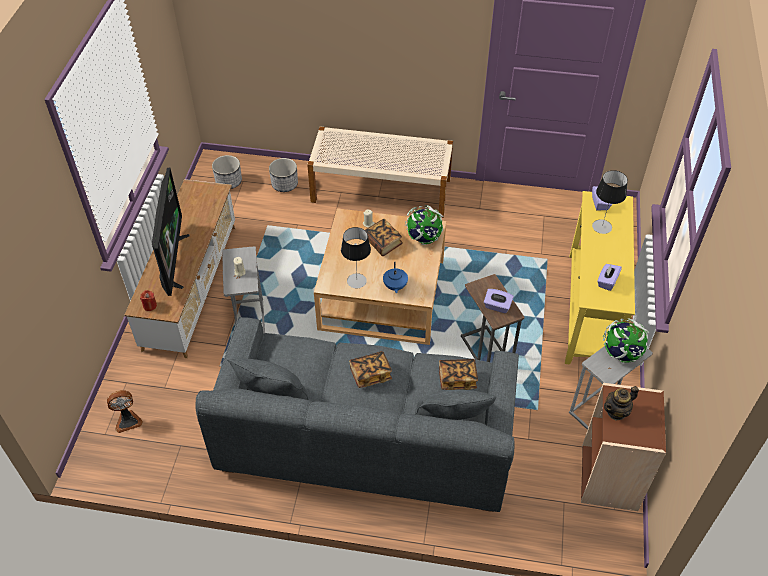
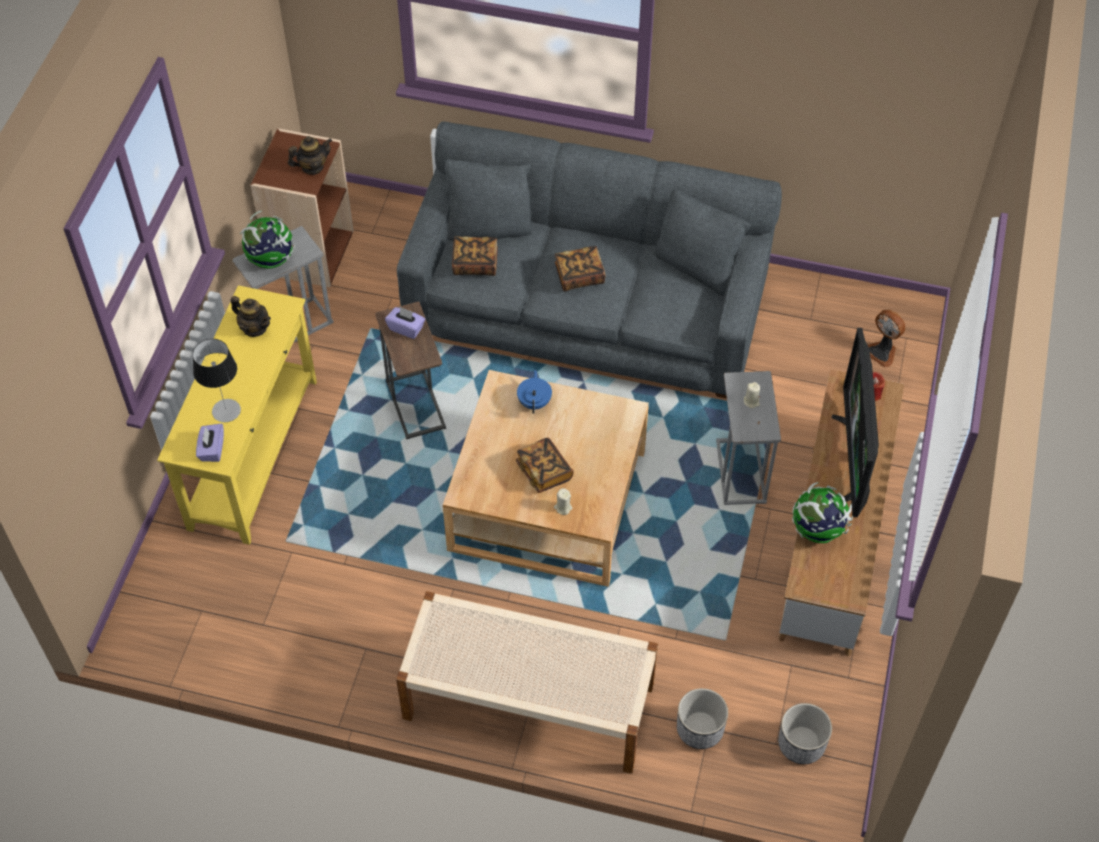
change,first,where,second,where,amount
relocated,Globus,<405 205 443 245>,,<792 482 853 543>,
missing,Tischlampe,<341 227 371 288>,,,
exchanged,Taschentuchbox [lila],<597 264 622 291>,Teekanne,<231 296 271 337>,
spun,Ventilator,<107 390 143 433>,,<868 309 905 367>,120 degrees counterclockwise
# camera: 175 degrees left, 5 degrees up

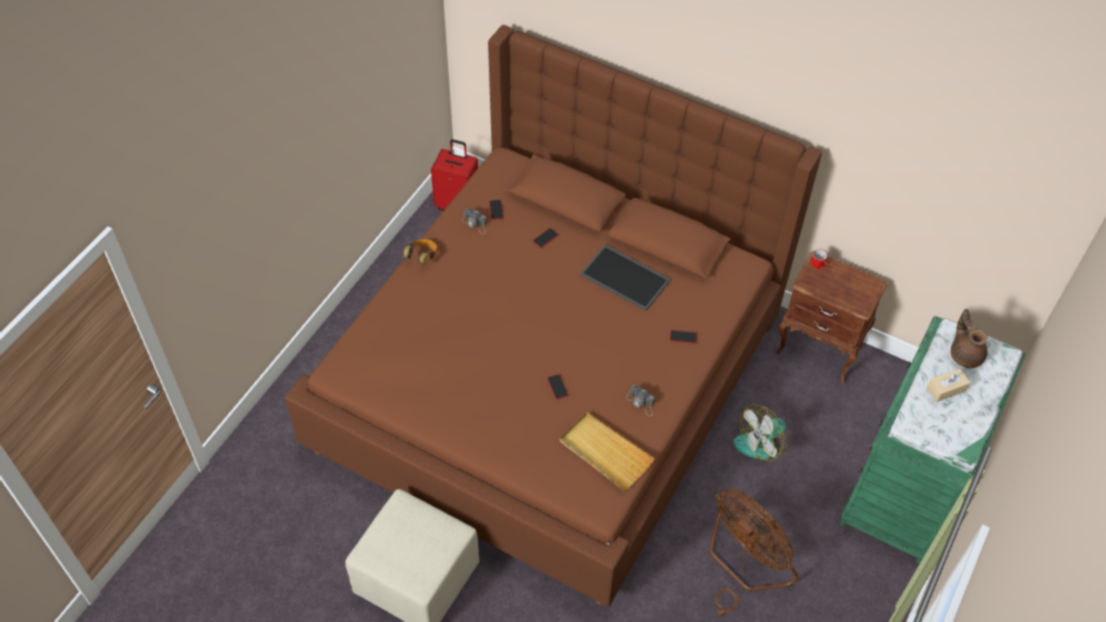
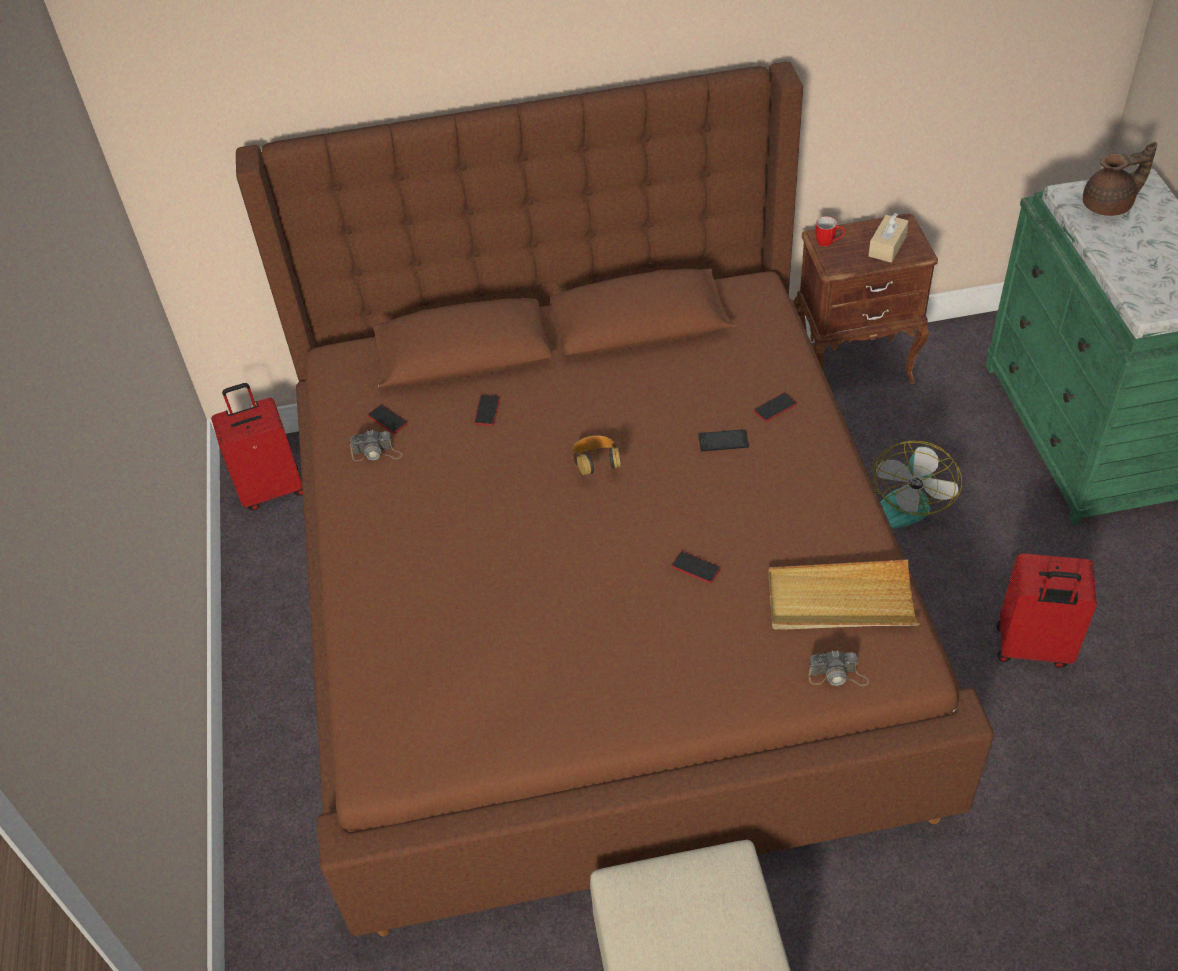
change,first,where,second,where,amount
relocated,Kopfhörer,<403 239 437 265>,,<572 436 621 475>,
missing,Tablett,<580 244 670 311>,,,
spun,Teekanne [braun],<951 309 988 368>,,<1083 142 1157 216>,135 degrees clockwise
relocated,Taschentuchbox [beige],<927 369 970 402>,,<868 213 909 263>,
relocated,Kamera,<626 385 655 416>,,<809 650 869 686>,
exchanged,Ventilator [braun],<710 489 799 617>,Koffer [rot],<997 554 1097 668>,
appeared,,,Handy,<698 429 749 452>,
# camera: 35 degrees left, 5 degrees down

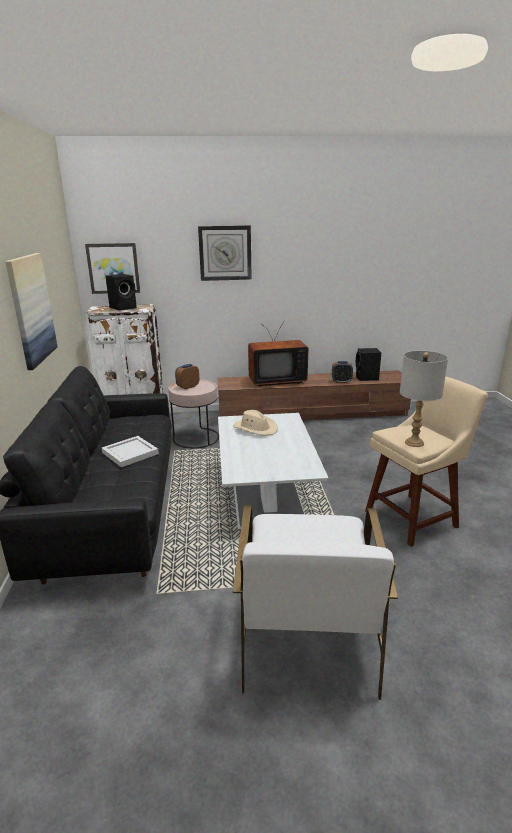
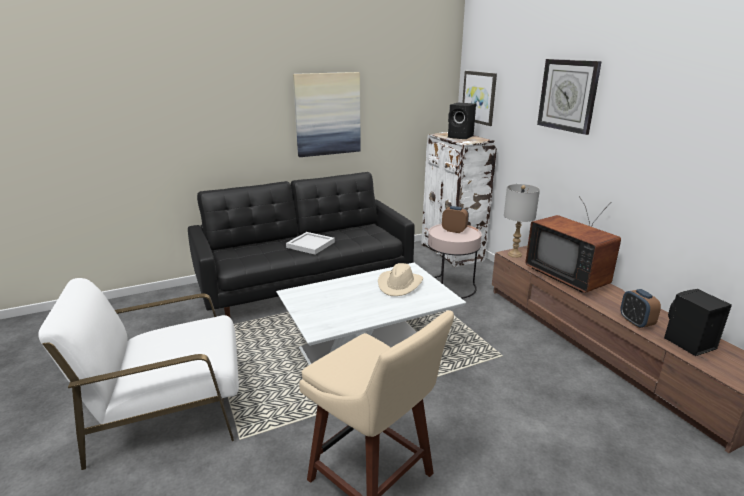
change,first,where,second,where,amount
relocated,Tischlampe [grau],<400 350 448 447>,,<504 184 540 258>,
# camera: 70 degrees right, 0 degrees up

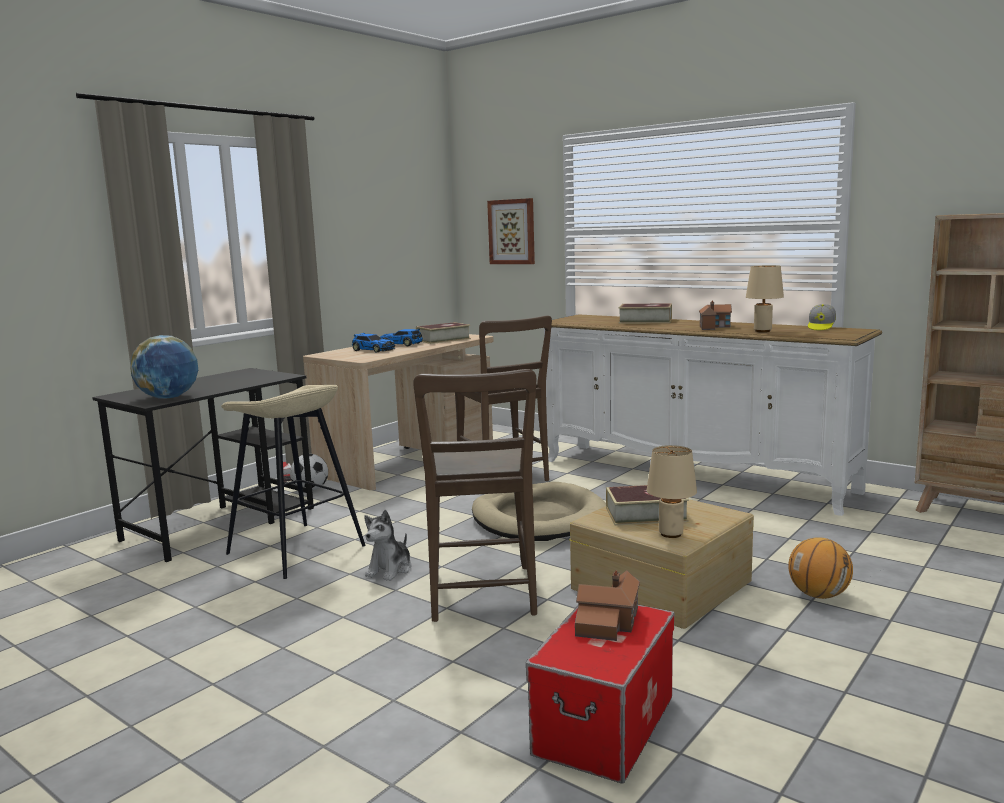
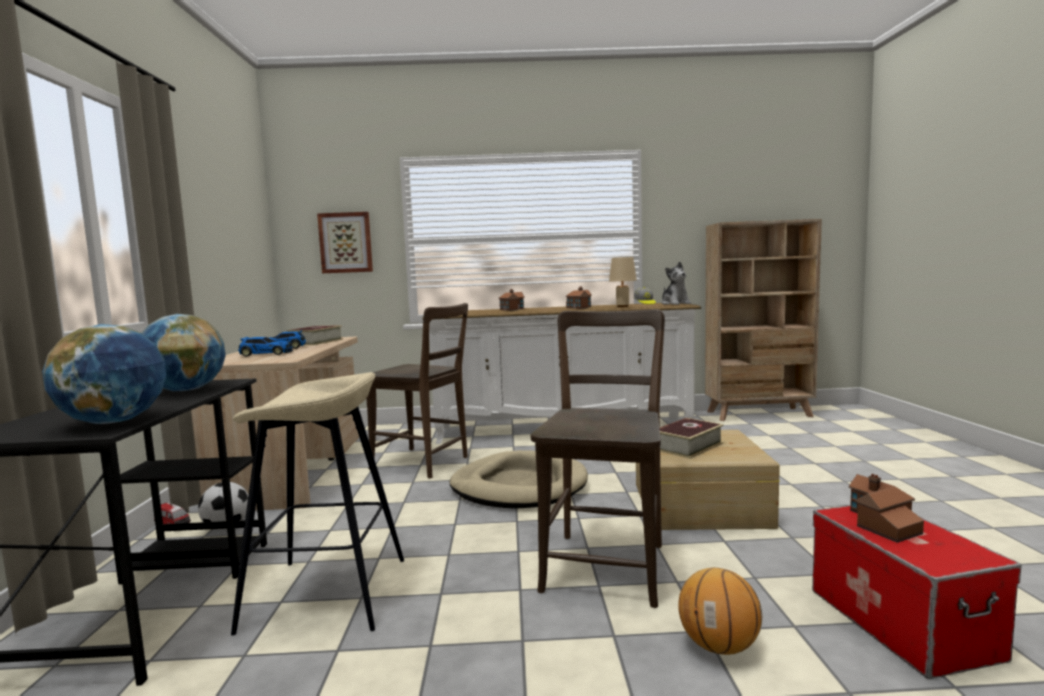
change,first,where,second,where,amount
exchanged,Buch,<619 303 672 323>,Spielzeughaus,<499 289 524 311>,
spun,Stuhl [braun],<413 369 537 622>,,<531 309 665 608>,120 degrees counterclockwise
missing,Tischlampe [beige],<647 445 697 538>,,,
relocated,Plüschtier,<364 510 412 581>,,<661 261 692 305>,
relocated,Basketball,<788 537 853 599>,,<678 568 762 655>,
appeared,,,Globus,<142 314 226 391>,
# camera: 40 degrees left, 5 degrees down

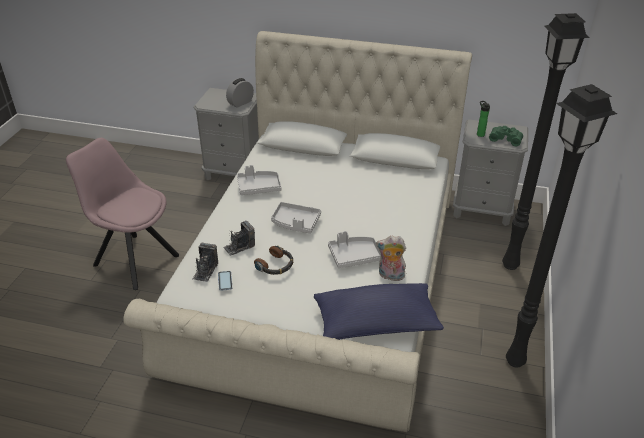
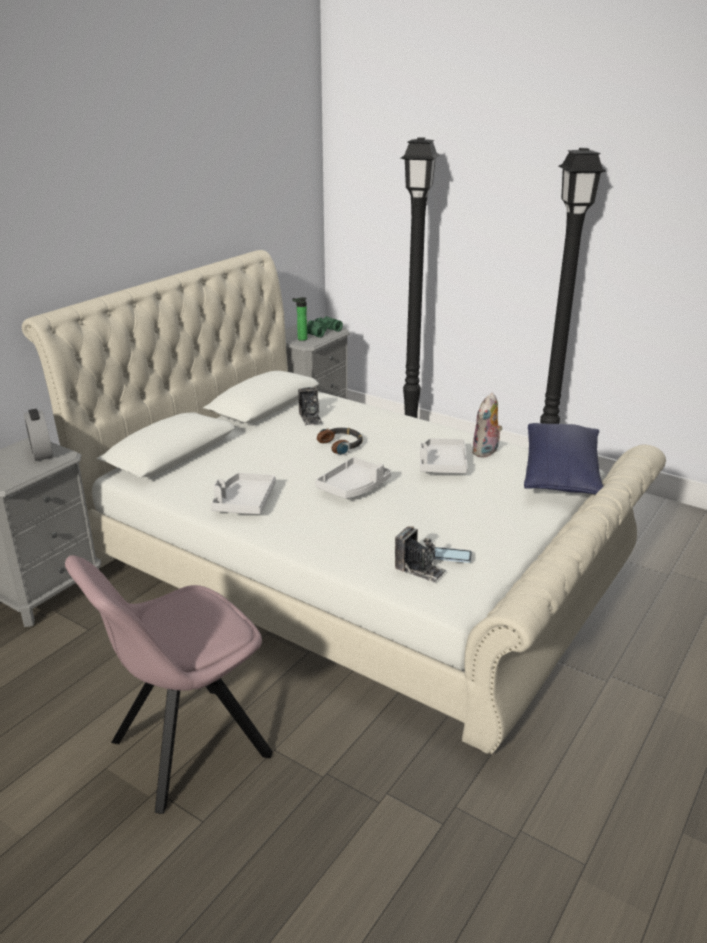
change,first,where,second,where,amount
relocated,Kamera,<223 221 255 256>,,<298 387 323 426>,
relocated,Kopfhörer,<254 245 293 275>,,<317 428 363 455>,
# camera: 70 degrees left, 10 degrees down

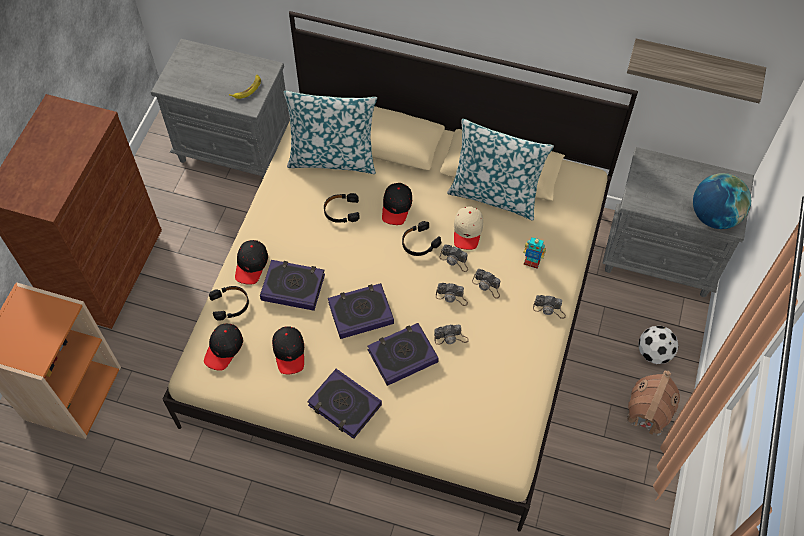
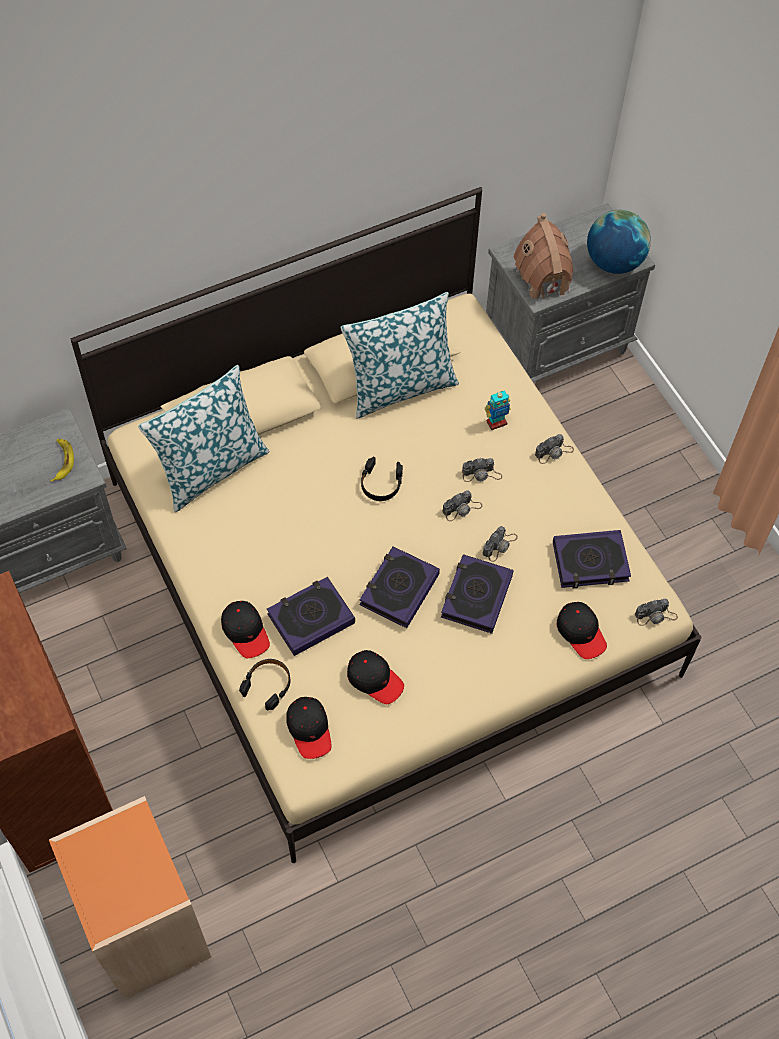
change,first,where,second,where,amount
missing,Wandregal,<627 38 766 103>,,,
relocated,Kappe [schwarz],<382 183 412 225>,,<557 602 607 659>,
missing,Kopfhörer [schwarz],<324 193 360 223>,,,
missing,Kappe [beige],<454 206 483 250>,,,
relocated,Kamera,<439 244 468 272>,,<635 599 678 626>,
missing,Fußball,<638 326 678 364>,,,
relocated,Buch,<307 369 382 439>,,<553 530 631 588>,
relocated,Spielzeughaus,<627 371 680 436>,,<513 213 573 299>,
# camera: 45 degrees left, 0 degrees up

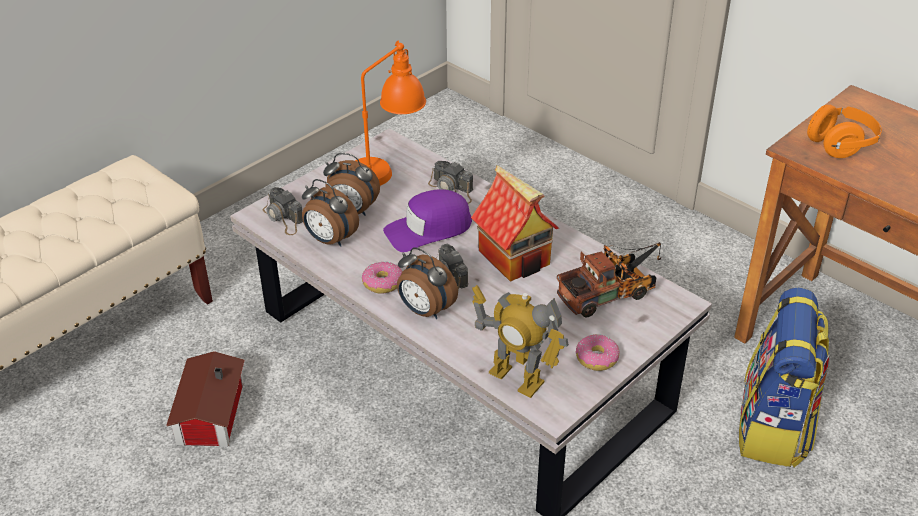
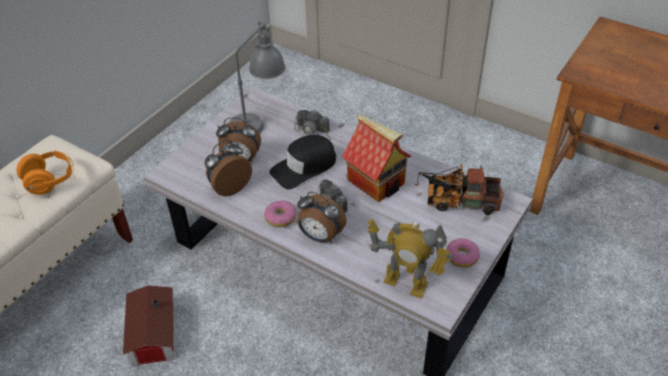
change,first,where,second,where,amount
colour,Tischlampe [orange],<355 41 426 186>,Tischlampe [grau],<229 21 286 133>,
relocated,Kopfhörer [orange],<807 105 882 158>,,<17 151 74 195>,
spun,Wecker,<302 179 359 247>,,<205 140 252 196>,120 degrees clockwise
missing,Kamera,<263 187 303 235>,,,
colour,Kappe [lila],<383 189 472 252>,Kappe [schwarz],<269 135 336 190>,
spun,Spielzeuglaster,<557 242 661 318>,,<415 164 504 215>,135 degrees counterclockwise
missing,Rucksack,<739 287 830 467>,,,
# camera: 10 degrees left, 5 degrees up

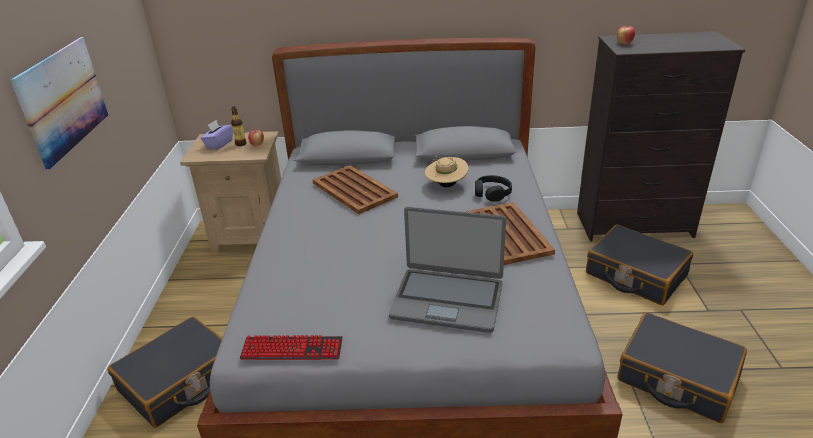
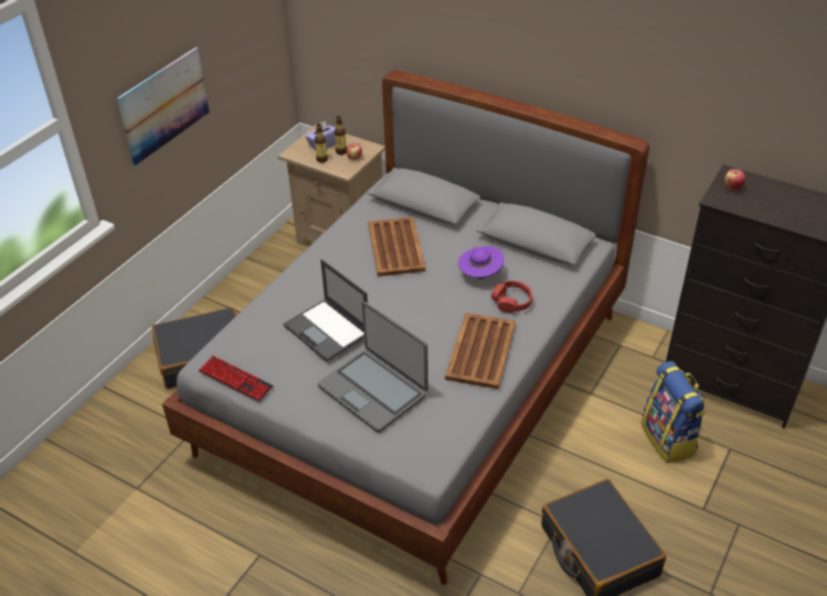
change,first,where,second,where,amount
colour,Hut [beige],<424 156 468 187>,Hut [lila],<458 244 504 279>,
colour,Kopfhörer [schwarz],<475 175 512 202>,Kopfhörer [rot],<491 280 532 313>,
exchanged,Koffer [schwarz],<586 225 693 305>,Rucksack,<641 361 706 463>,
appeared,,,Flasche,<315 124 328 163>,
appeared,,,Laptop,<284 259 368 362>,
# camera: 30 degrees right, 10 degrees up

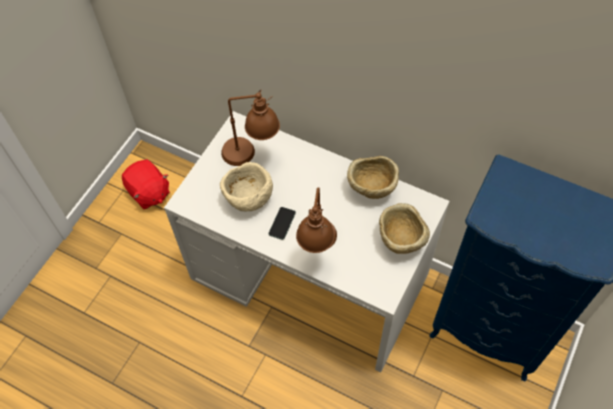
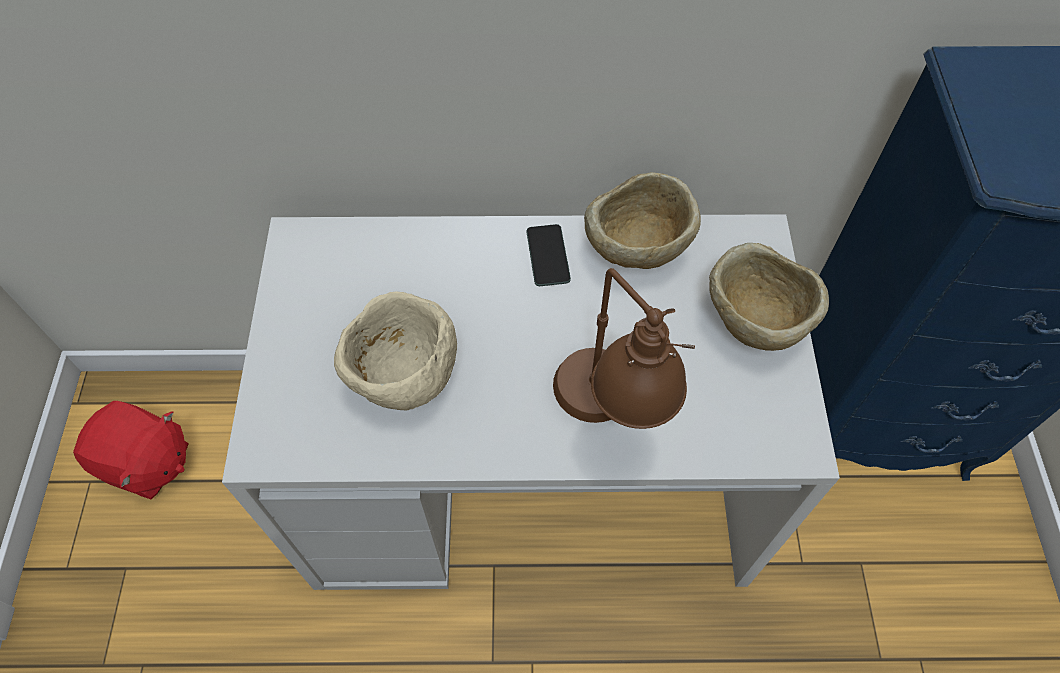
change,first,where,second,where,amount
missing,Tischlampe [braun],<221 90 280 166>,,,
relocated,Handy,<268 207 296 240>,,<526 224 571 286>,
# camera: 30 degrees left, 0 degrees up

